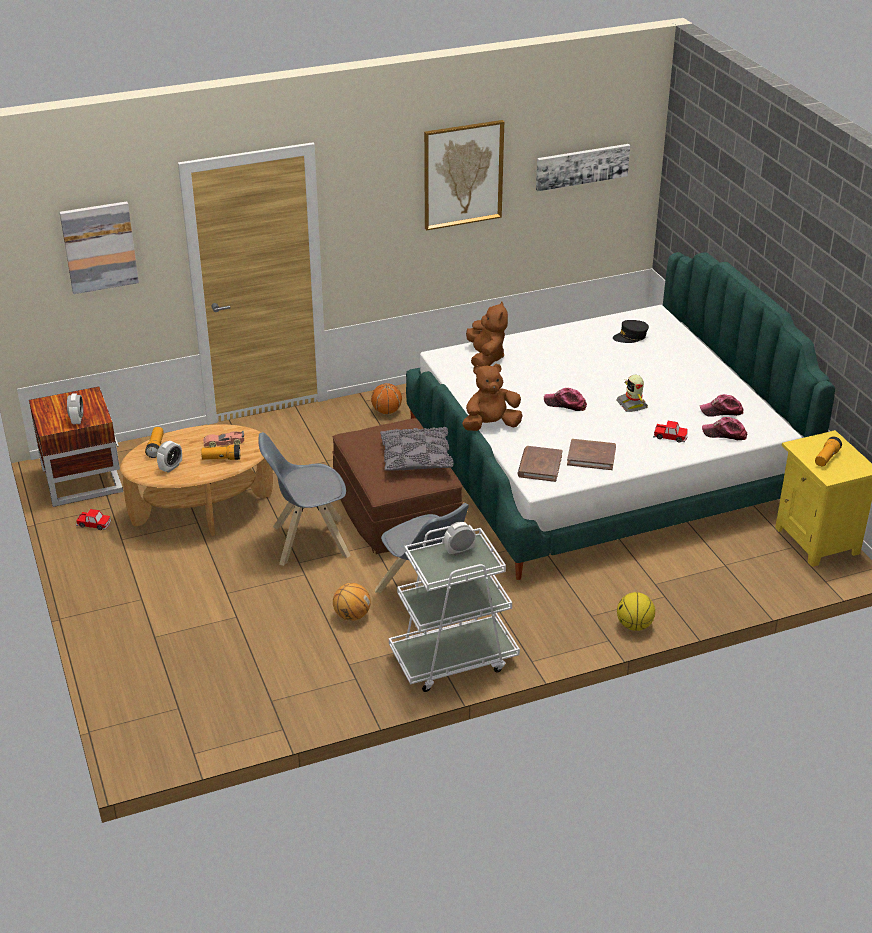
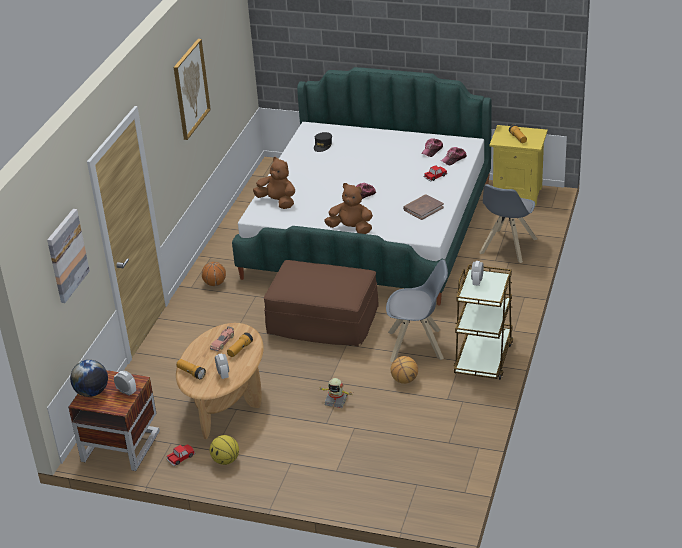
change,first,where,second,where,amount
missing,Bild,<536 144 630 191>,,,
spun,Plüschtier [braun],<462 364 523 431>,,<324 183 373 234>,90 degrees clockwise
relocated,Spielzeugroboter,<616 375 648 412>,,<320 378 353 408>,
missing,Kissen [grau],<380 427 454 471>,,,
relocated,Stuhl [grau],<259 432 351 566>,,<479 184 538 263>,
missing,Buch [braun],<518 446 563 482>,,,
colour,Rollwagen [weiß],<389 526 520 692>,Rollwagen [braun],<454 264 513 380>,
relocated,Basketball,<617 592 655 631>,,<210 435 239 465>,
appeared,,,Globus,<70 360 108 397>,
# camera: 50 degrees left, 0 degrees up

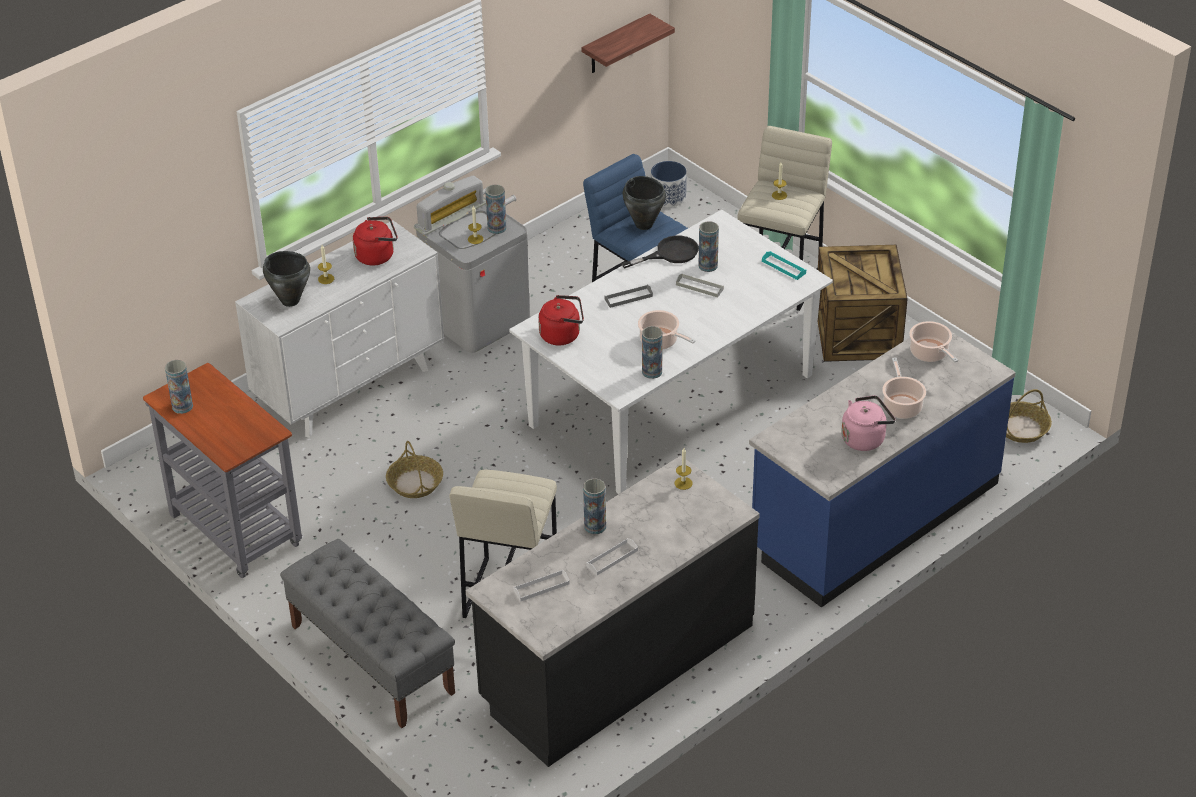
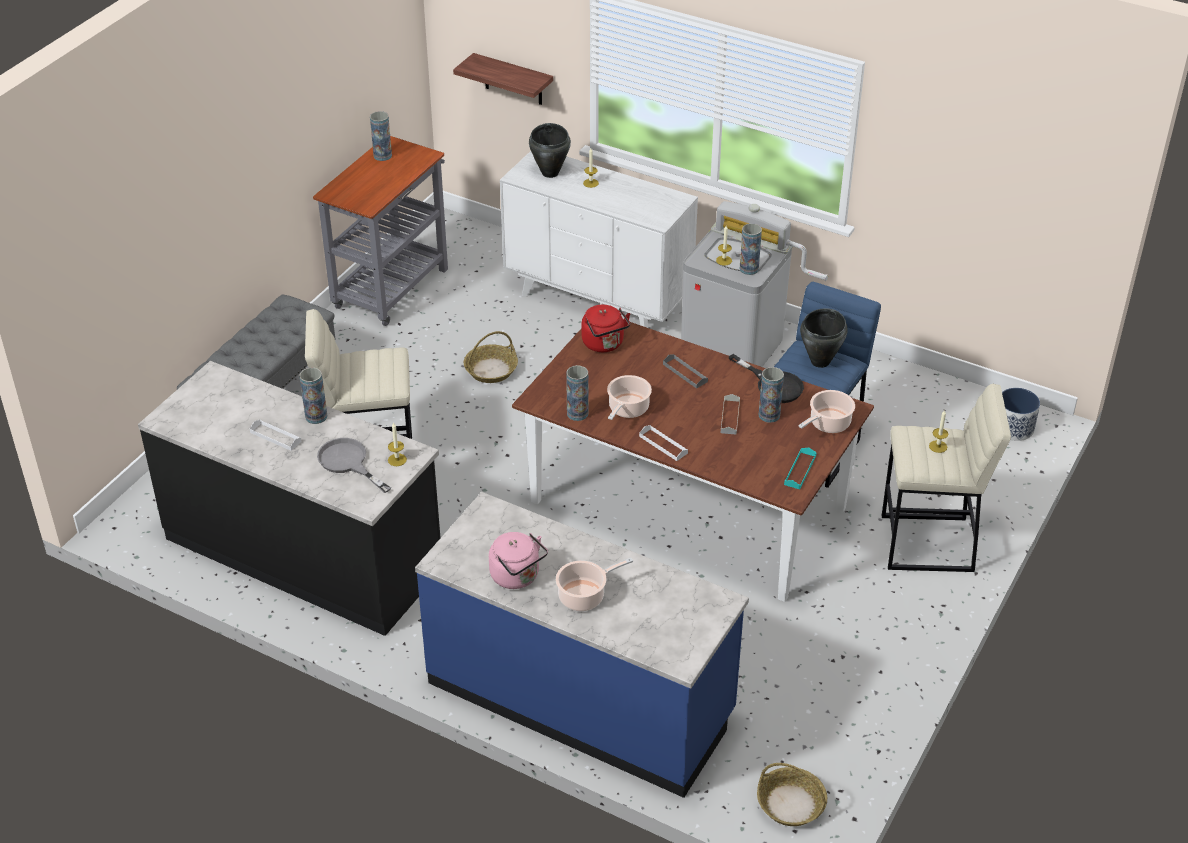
change,first,where,second,where,amount
relocated,Wandregal,<581 13 675 73>,,<453 53 553 105>,
colour,Esstisch [weiß],<509 210 833 494>,Esstisch [braun],<512 322 874 602>,
missing,Wasserkessel [rot],<353 217 397 266>,,,
missing,Kiste,<818 245 908 362>,,,
relocated,Kochtopf,<909 321 958 363>,,<798 390 855 433>,
relocated,Tablett [weiß],<514 570 570 602>,,<639 425 688 461>,
appeared,,,Pfanne [grau],<317 438 391 493>,
# camera: 70 degrees right, 0 degrees up

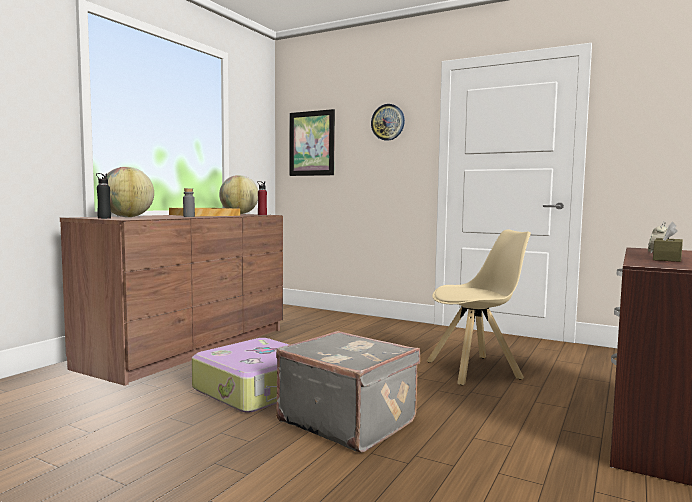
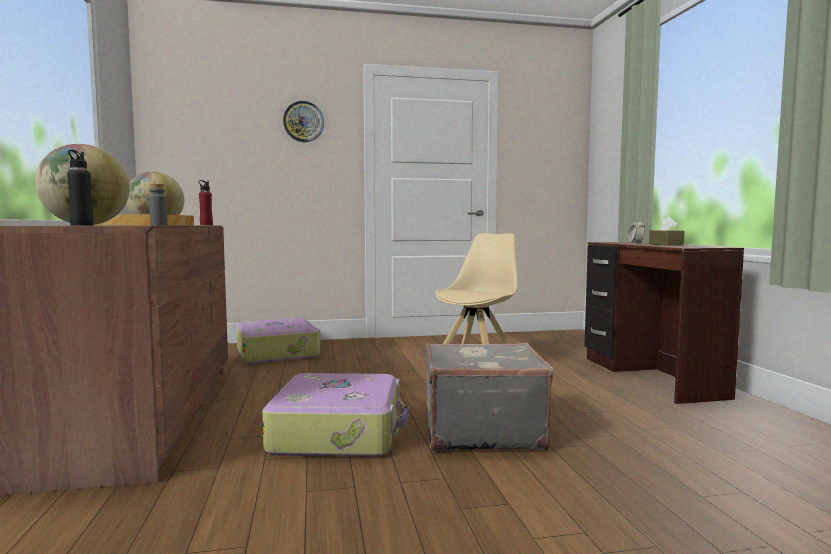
change,first,where,second,where,amount
missing,Bild,<289 109 335 176>,,,
appeared,,,Koffer,<236 318 321 364>,
# camera: 40 degrees left, 0 degrees up

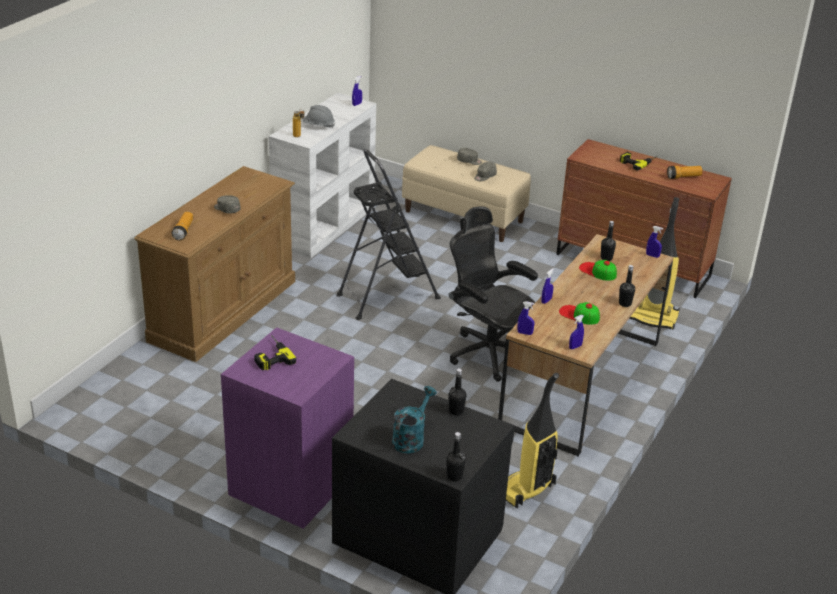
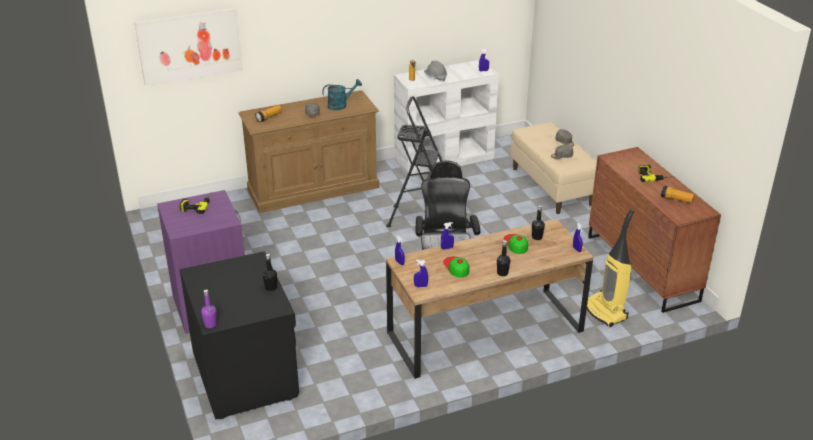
change,first,where,second,where,amount
missing,Staubsauger,<506 373 559 508>,,,
relocated,Gießkanne [türkis],<392 386 437 453>,,<322 79 362 110>,
colour,Flasche [schwarz],<446 432 466 482>,Flasche [lila],<201 289 217 328>,
appeared,,,Bild,<134 8 243 86>,
# camera: 40 degrees right, 0 degrees up

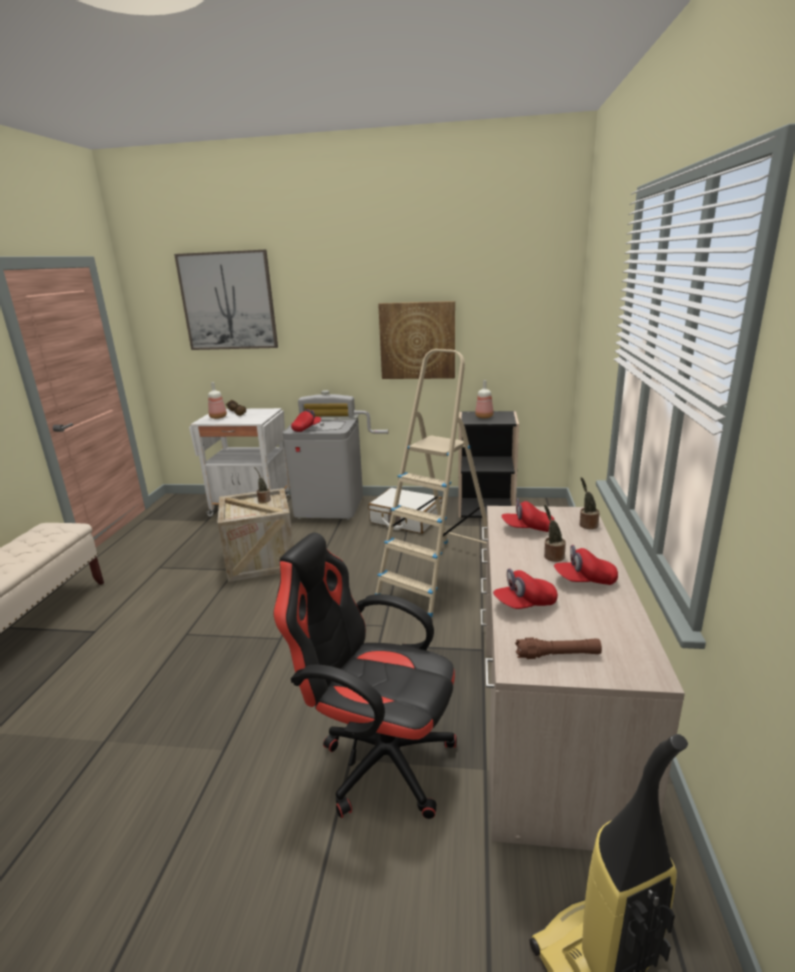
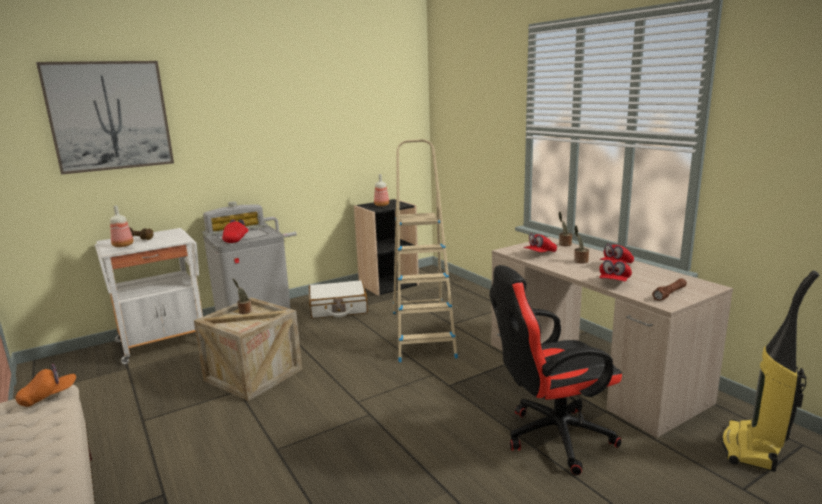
change,first,where,second,where,amount
missing,Bild,<378 301 455 379>,,,
appeared,,,Kappe [orange],<15 364 76 407>,
# camera: 40 degrees left, 5 degrees down

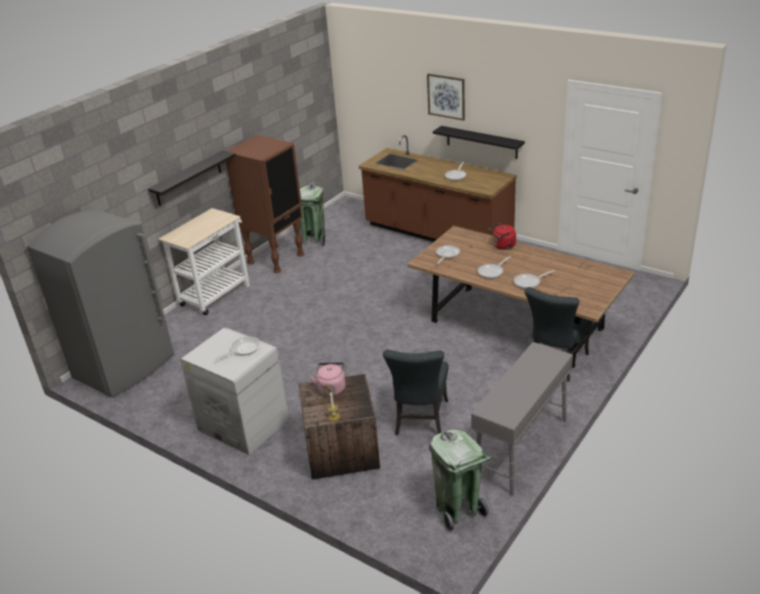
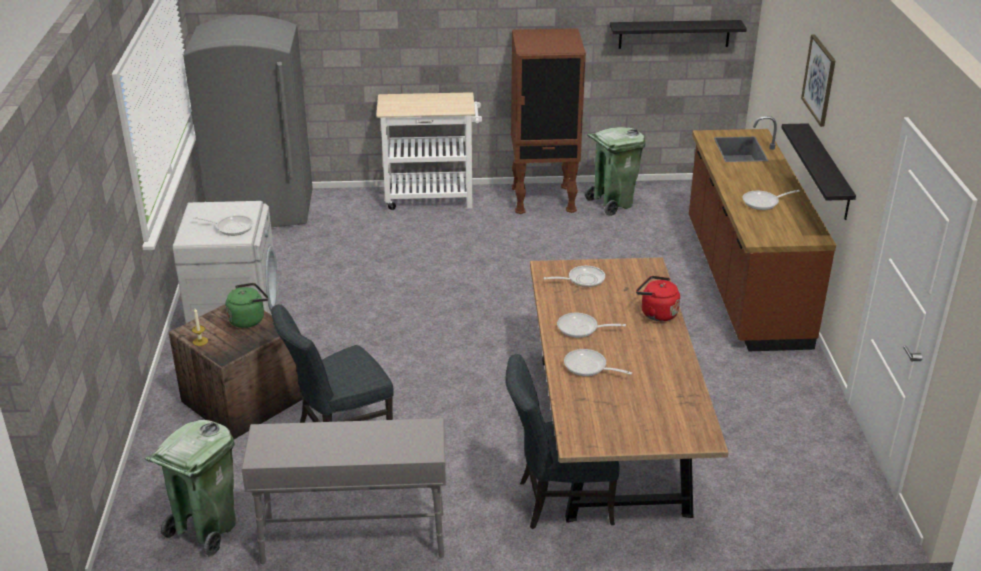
change,first,where,second,where,amount
relocated,Wandregal [schwarz],<148 150 236 206>,,<610 20 747 49>,
colour,Wasserkessel [rosa],<310 362 345 396>,Wasserkessel [grün],<225 283 269 328>,
# camera: 50 degrees right, 0 degrees up

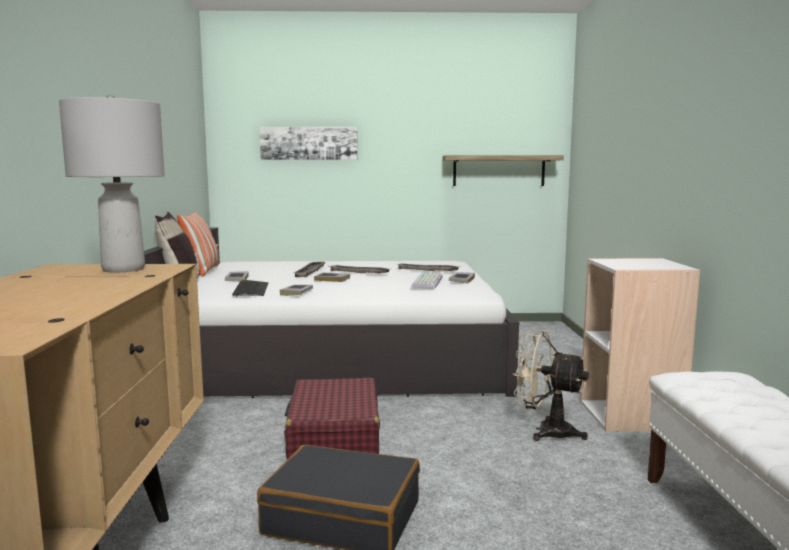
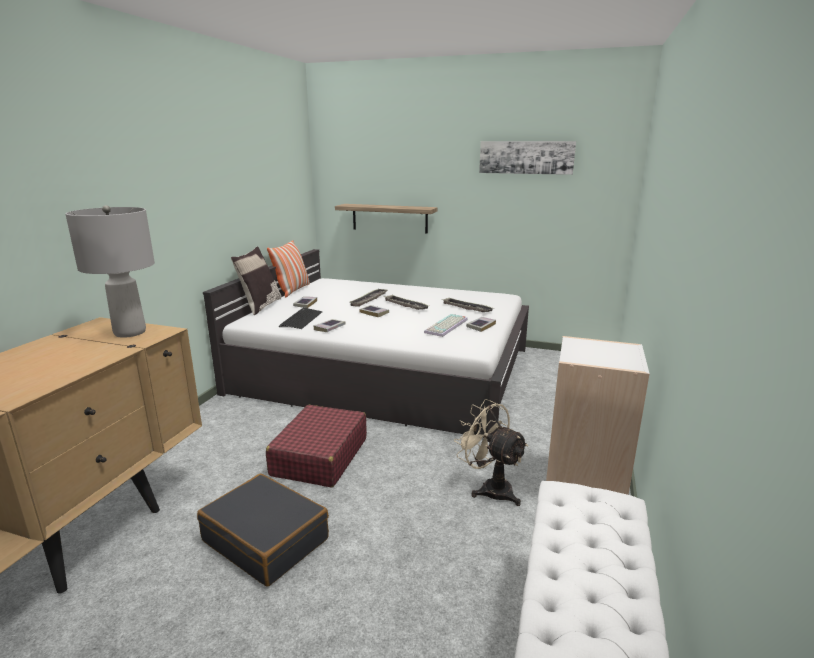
change,first,where,second,where,amount
relocated,Bild,<259 127 357 160>,,<479 141 576 175>,
relocated,Wandregal,<442 155 564 186>,,<335 204 437 234>,
# camera: 20 degrees right, 10 degrees up

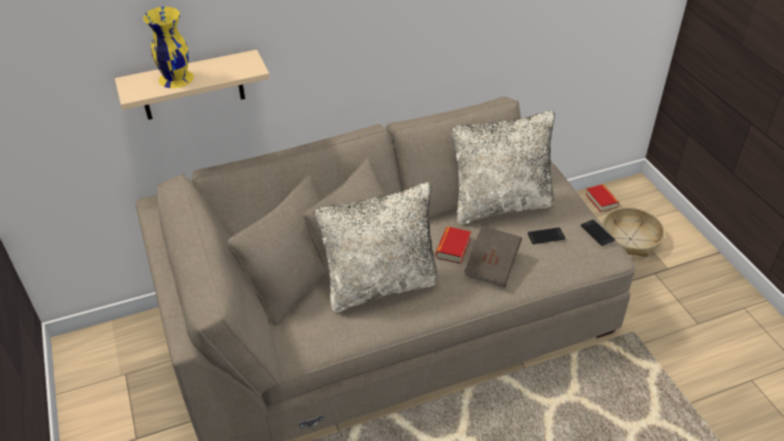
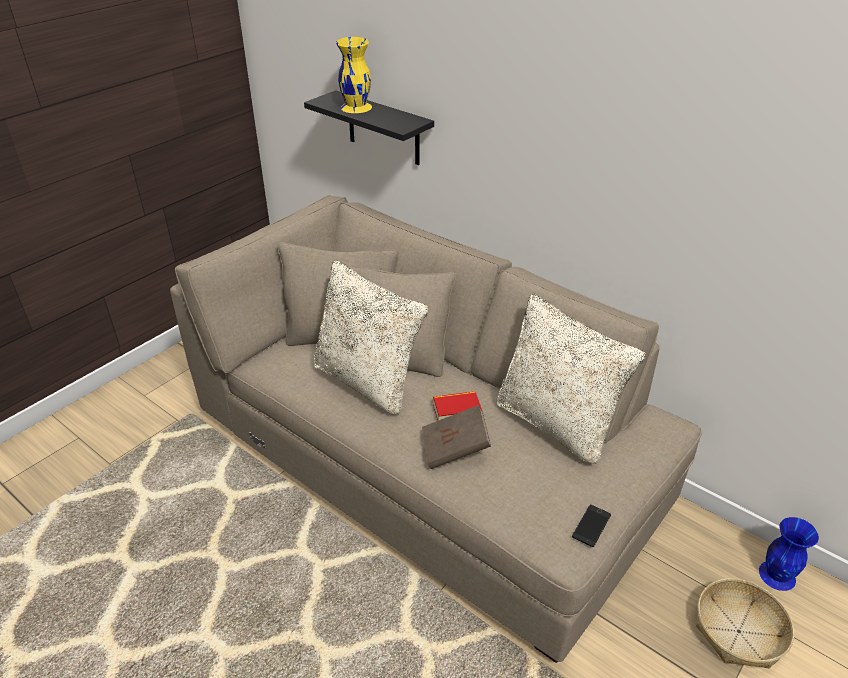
change,first,where,second,where,amount
colour,Wandregal [beige],<115 50 270 120>,Wandregal [schwarz],<304 90 434 165>,
exchanged,Buch,<585 184 619 212>,Vase [blau],<759 517 819 591>,
missing,Handy,<528 227 565 244>,,,
# camera: 60 degrees right, 5 degrees down

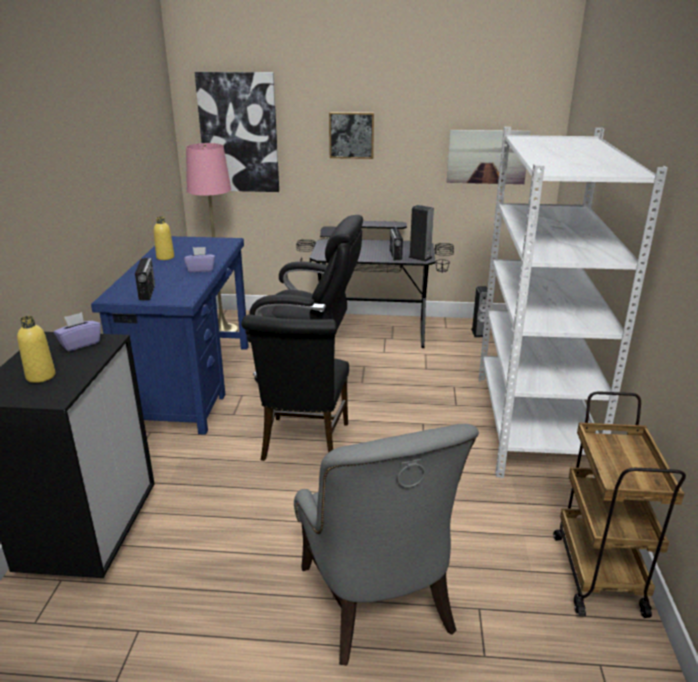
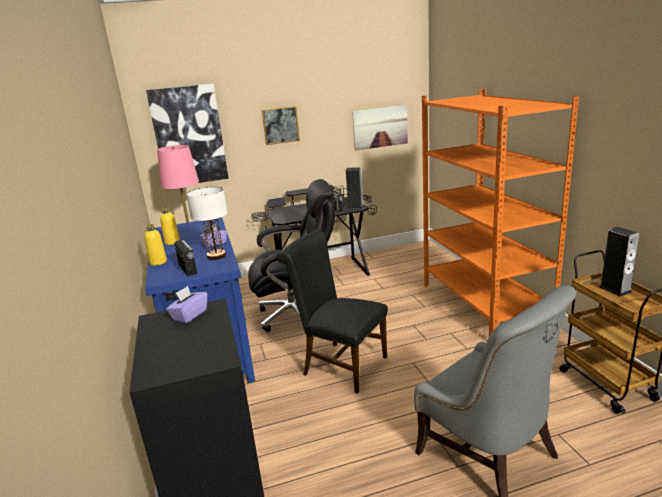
change,first,where,second,where,amount
colour,Bücherregal [weiß],<479 127 668 478>,Bücherregal [orange],<422 89 579 336>,
relocated,Lautsprecher,<471 286 491 337>,,<599 227 640 297>,
spun,Stuhl [schwarz],<241 314 349 461>,,<276 229 388 394>,135 degrees clockwise
relocated,Flasche [gelb],<17 316 55 383>,,<144 224 167 266>,
appeared,,,Tischlampe,<186 187 228 260>,
# camera: 20 degrees left, 5 degrees down

